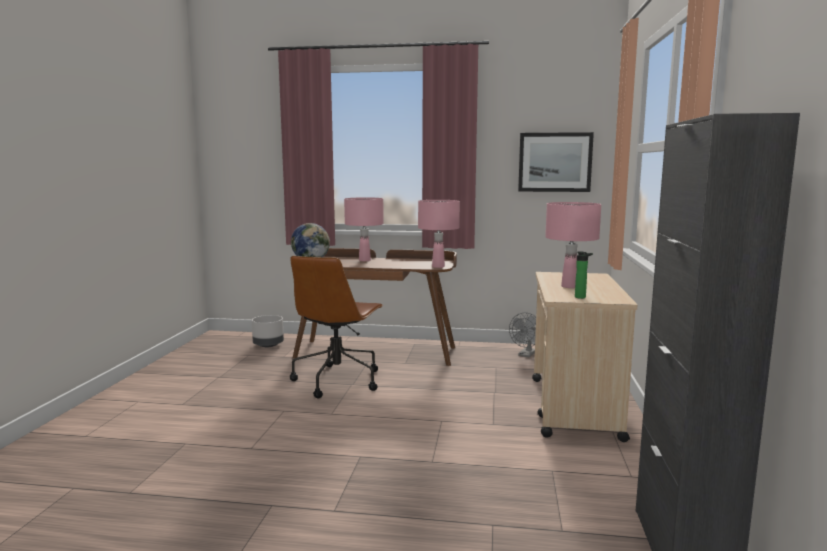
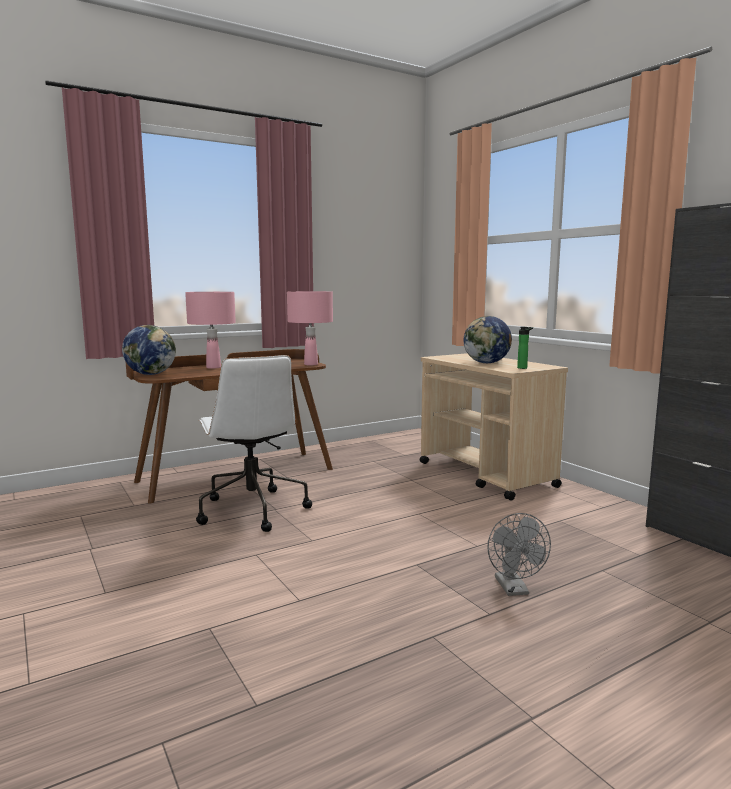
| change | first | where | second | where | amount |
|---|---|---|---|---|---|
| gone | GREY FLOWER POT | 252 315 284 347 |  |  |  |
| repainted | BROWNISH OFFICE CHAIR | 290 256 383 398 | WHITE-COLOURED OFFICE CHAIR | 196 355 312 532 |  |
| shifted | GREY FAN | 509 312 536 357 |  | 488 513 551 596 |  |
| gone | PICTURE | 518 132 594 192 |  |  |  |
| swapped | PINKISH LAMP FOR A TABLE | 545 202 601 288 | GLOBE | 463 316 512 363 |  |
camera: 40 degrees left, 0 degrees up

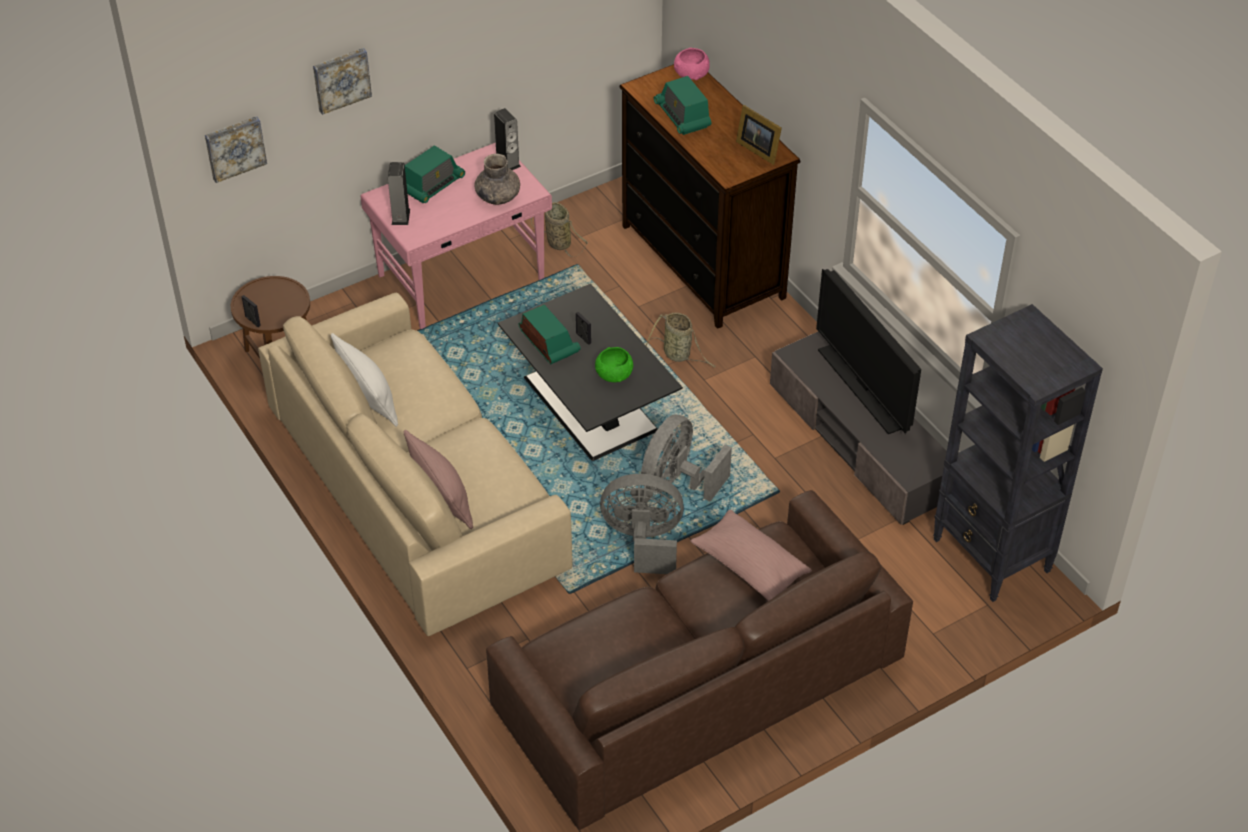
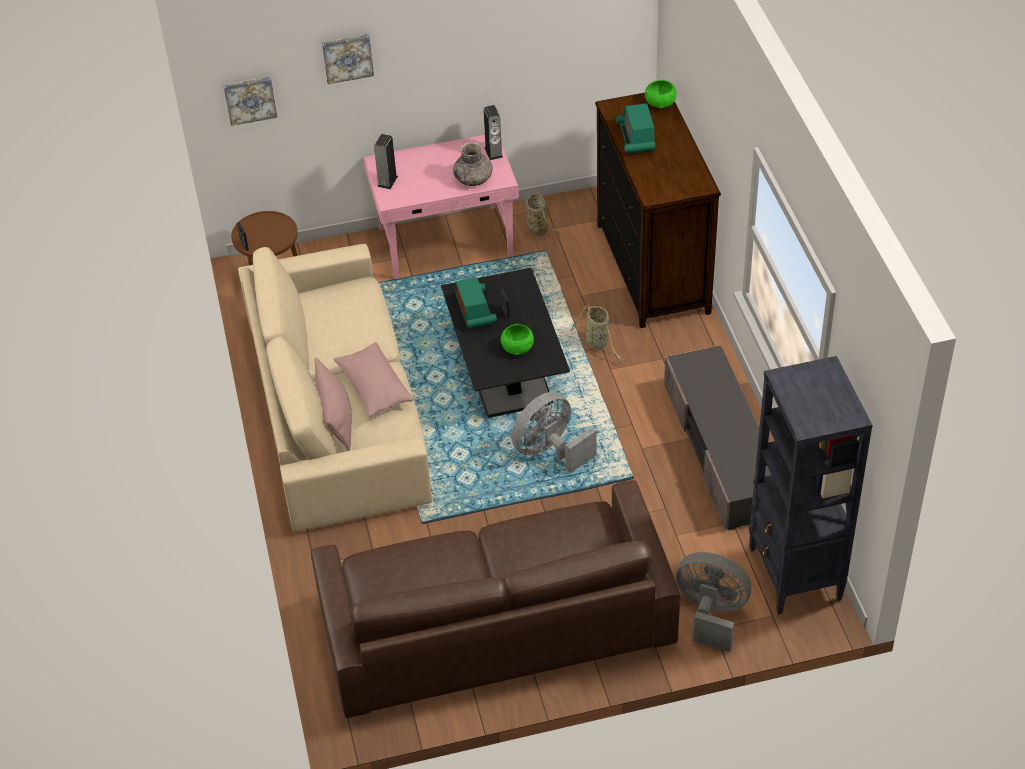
| change | first | where | second | where | amount |
|---|---|---|---|---|---|
| gone | WHITE-COLOURED CUSHION | 331 333 398 427 |  |  |  |
| gone | RADIO SET | 405 145 465 203 |  |  |  |
| shifted | GREY FAN | 600 474 684 574 |  | 676 552 751 652 |  |
| repainted | PINKISH SERVING BOWL | 674 48 710 80 | GREEN SERVING BOWL | 645 79 677 109 |  |
| shifted | PINKISH CUSHION | 690 509 812 601 |  | 334 342 414 417 |  |
| gone | PICTURE FRAME | 736 105 782 165 |  |  |  |
| gone | TELEVISION | 816 269 921 434 |  |  |  |
camera: 20 degrees right, 0 degrees up

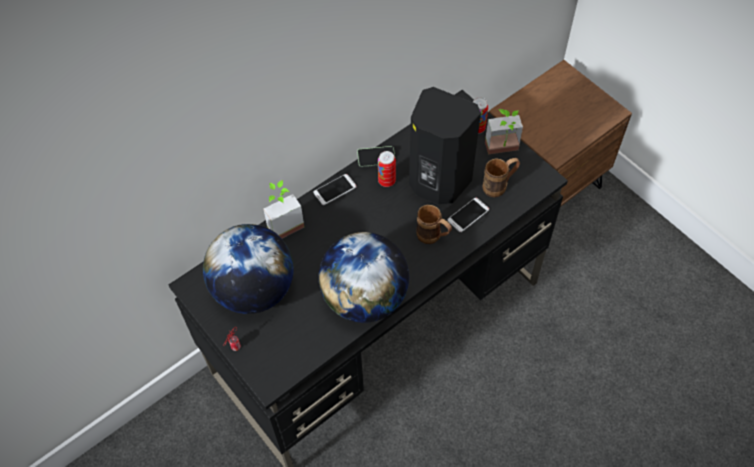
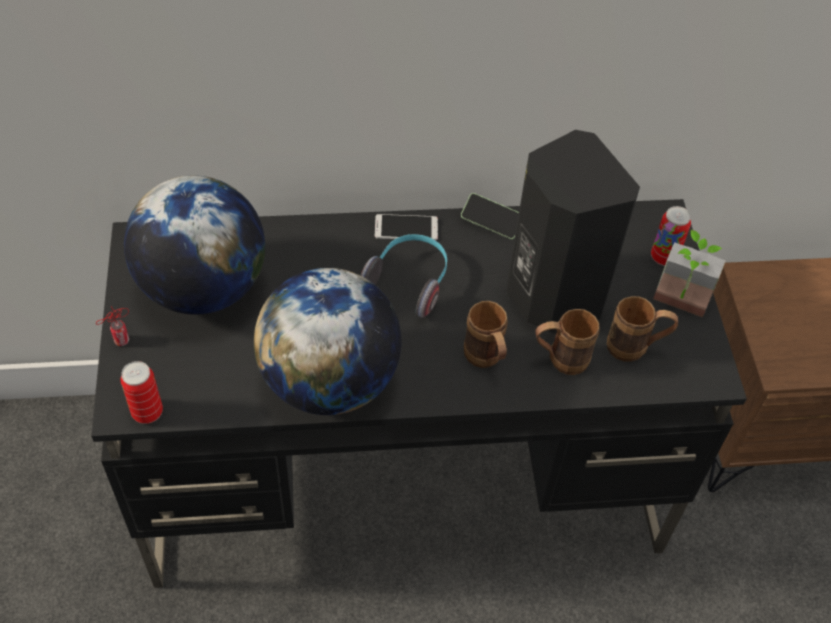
| change | first | where | second | where | amount |
|---|---|---|---|---|---|
| gone | HOUSEPLANT | 263 180 304 238 |  |  |  |
| shifted | SEALED CAN | 378 151 396 187 |  | 121 361 163 424 |  |
| swapped | HANDSET | 447 198 489 232 | BROWNISH COFFEE MUG | 535 309 600 375 |  |
| new |  |  | HEADSET | 360 234 447 318 |  |
camera: 30 degrees right, 5 degrees down

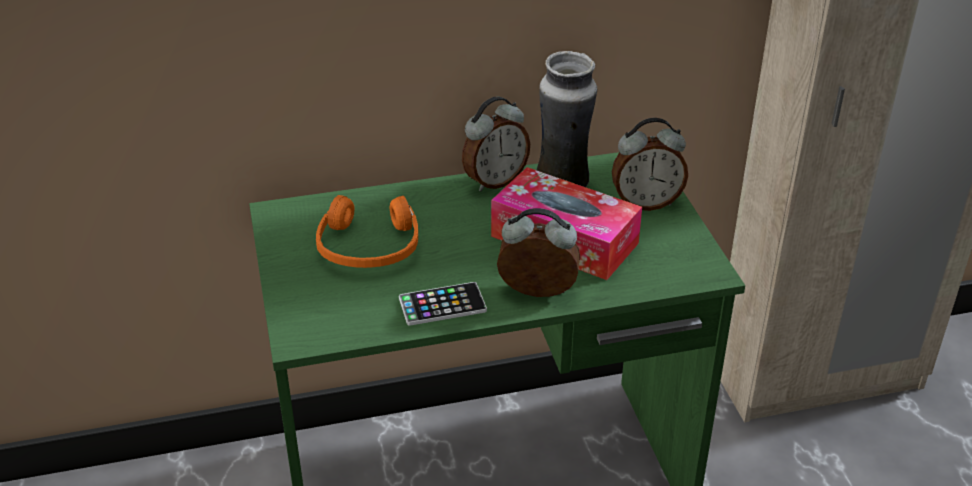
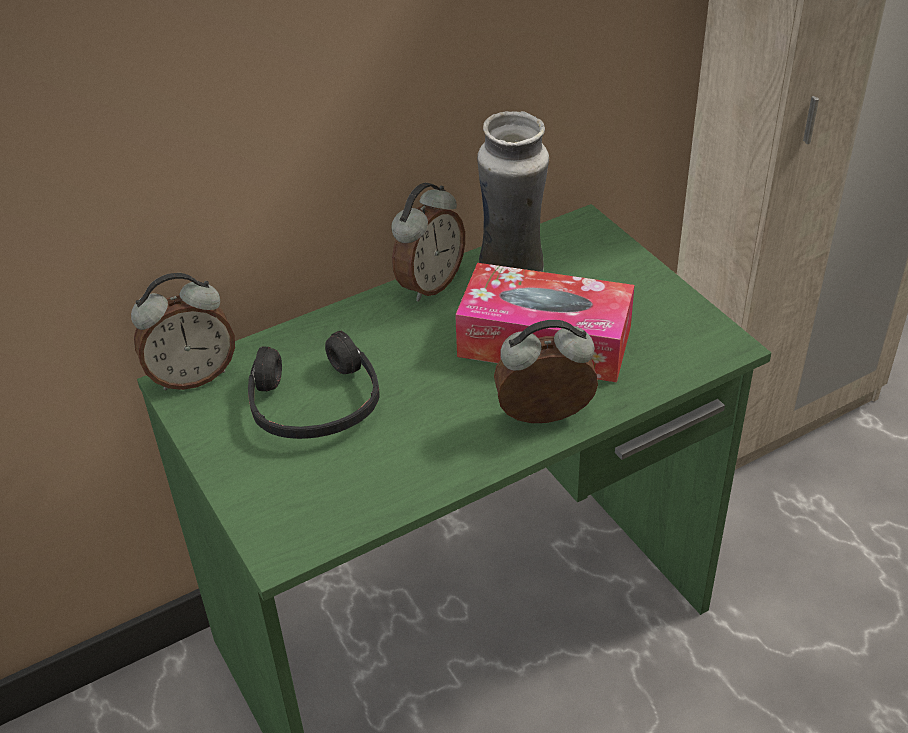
| change | first | where | second | where | amount |
|---|---|---|---|---|---|
| repainted | ORANGE-COLOURED HEADSET | 316 195 418 268 | BLACK-COLOURED HEADSET | 248 331 380 439 |  |
| gone | HANDSET | 399 282 487 326 |  |  |  |
| shifted | TABLE CLOCK | 612 118 688 211 |  | 131 273 235 391 |  |
camera: 15 degrees left, 5 degrees up

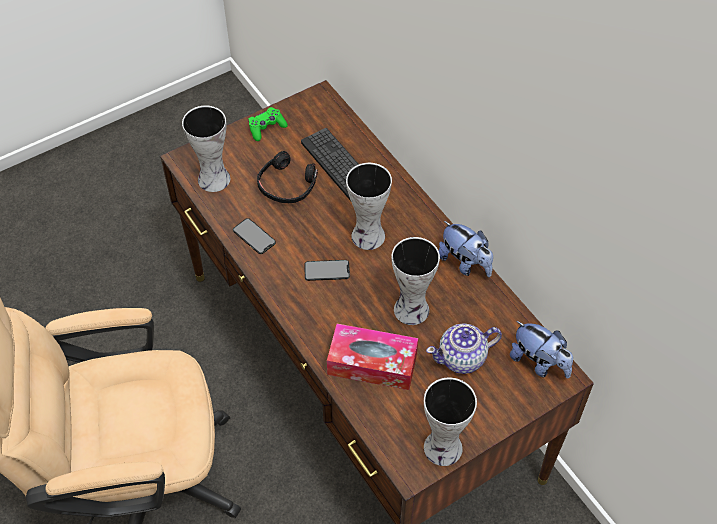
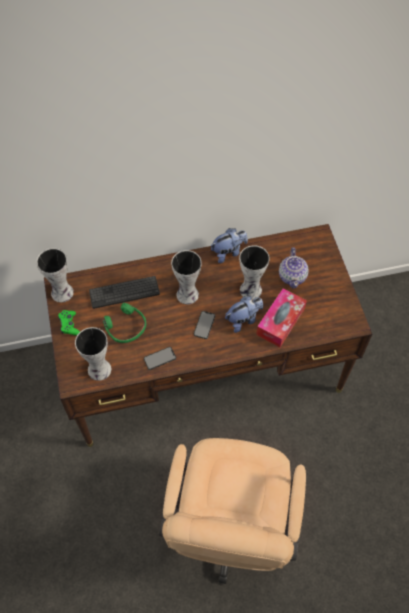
| change | first | where | second | where | amount |
|---|---|---|---|---|---|
| repainted | BLACK-COLOURED HEADSET | 257 151 318 203 | GREEN HEADSET | 103 303 146 343 |  |
| shifted | DECORATIVE VASE | 424 378 477 466 |  | 36 248 74 303 |  |
| shifted | SOFT TOY | 510 321 573 379 |  | 225 296 263 333 |  |
camera: 70 degrees left, 5 degrees up

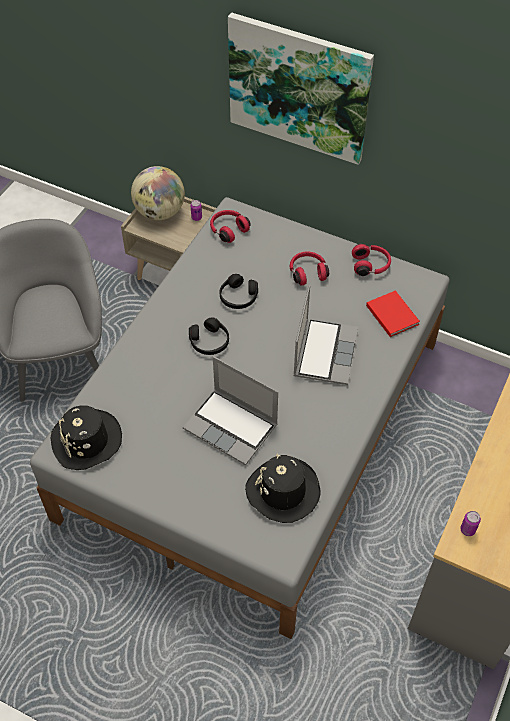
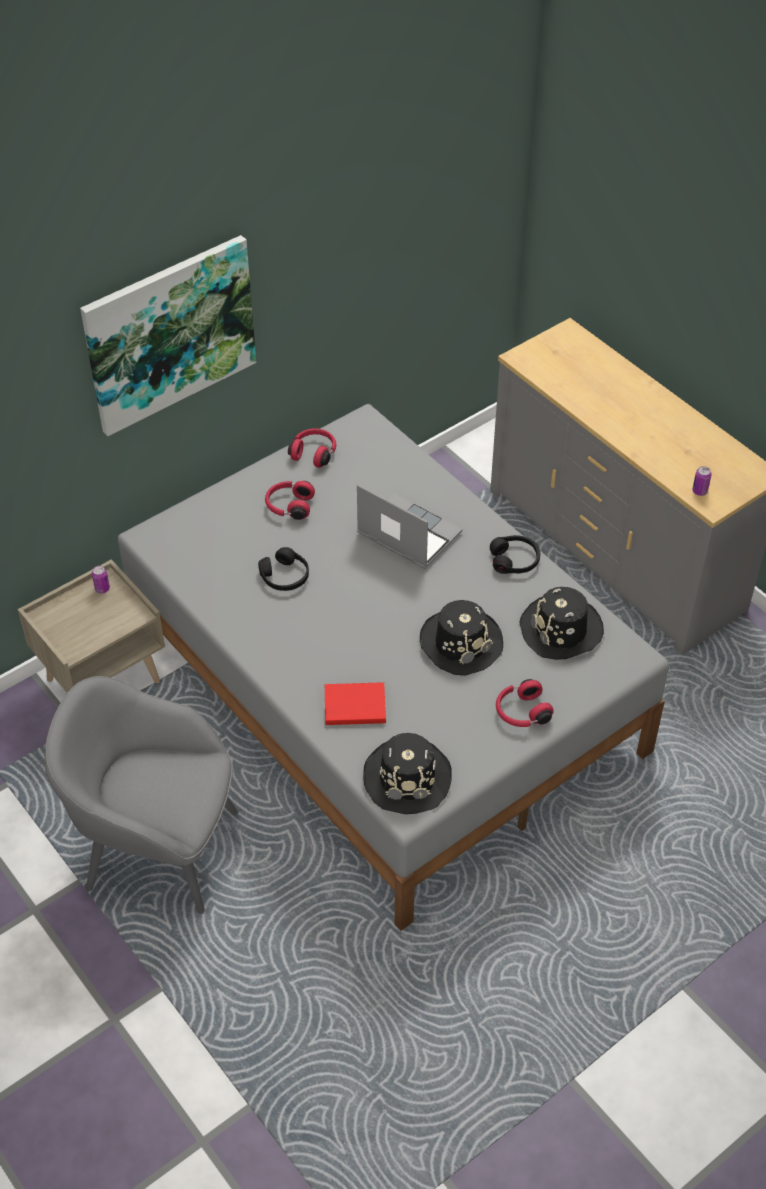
| change | first | where | second | where | amount |
|---|---|---|---|---|---|
| gone | GLOBE | 131 166 185 220 |  |  |  |
| swapped | LAPTOP | 183 356 278 465 | BLACK-COLOURED HAT | 420 600 503 676 |  |
| shifted | BLACK-COLOURED HEADSET | 189 317 229 355 |  | 490 535 540 574 |  |
| shifted | REDDISH HEADSET | 210 210 251 243 |  | 496 679 554 727 |  |
| shifted | REDDISH BOOK | 366 290 420 337 |  | 325 682 386 725 |  |
camera: 65 degrees left, 5 degrees down

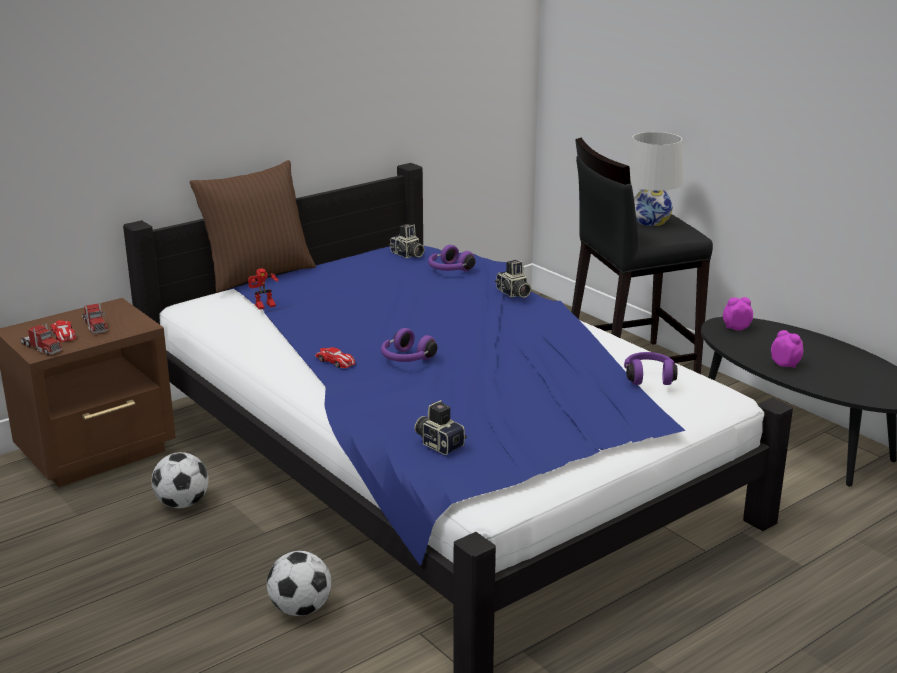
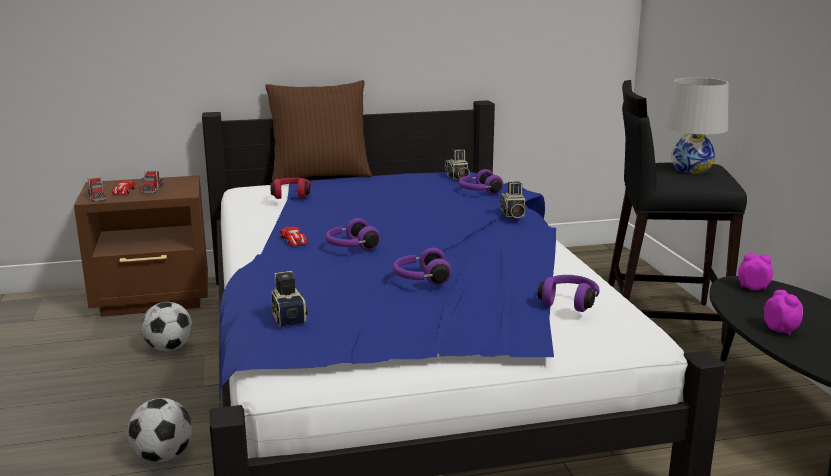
| change | first | where | second | where | amount |
|---|---|---|---|---|---|
| swapped | TOY ROBOT | 248 268 278 310 | REDDISH HEADSET | 270 178 311 199 |  |
| new |  |  | PURPLISH HEADSET | 393 248 452 285 |  |
camera: 25 degrees right, 5 degrees down

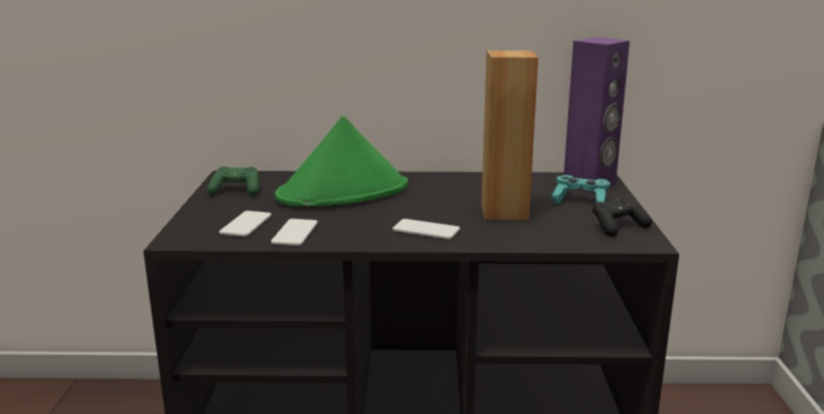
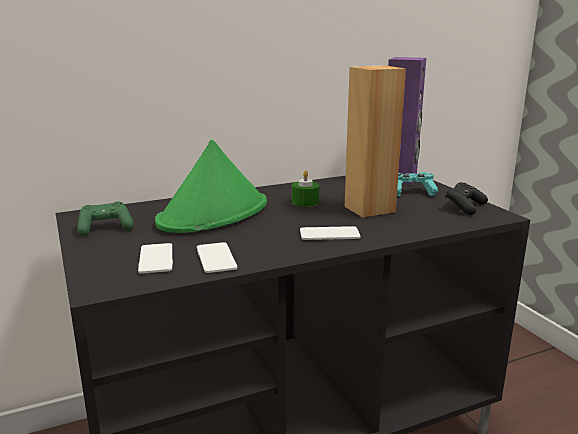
| change | first | where | second | where | amount |
|---|---|---|---|---|---|
| new |  |  | GREEN WAX LIGHT | 292 170 319 207 |  |
camera: 25 degrees left, 0 degrees up

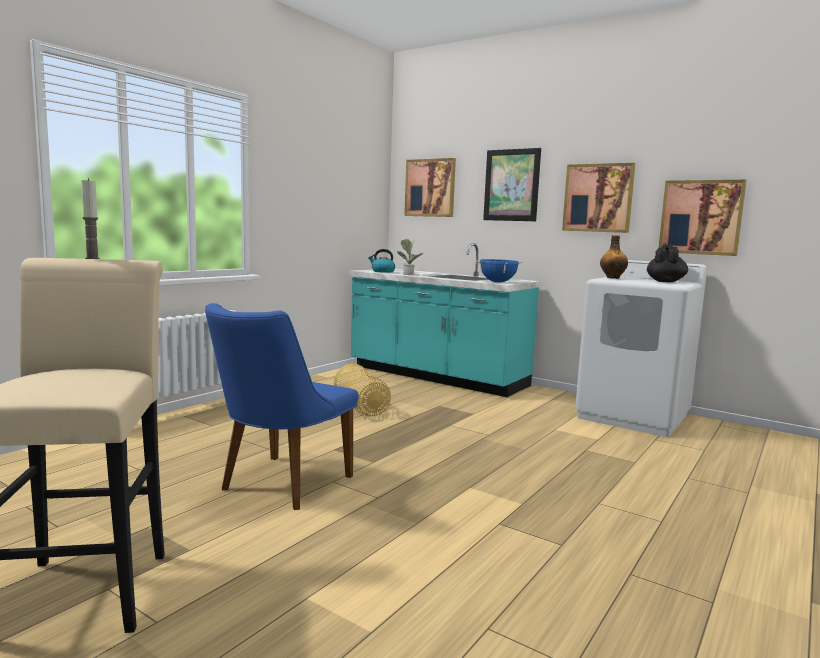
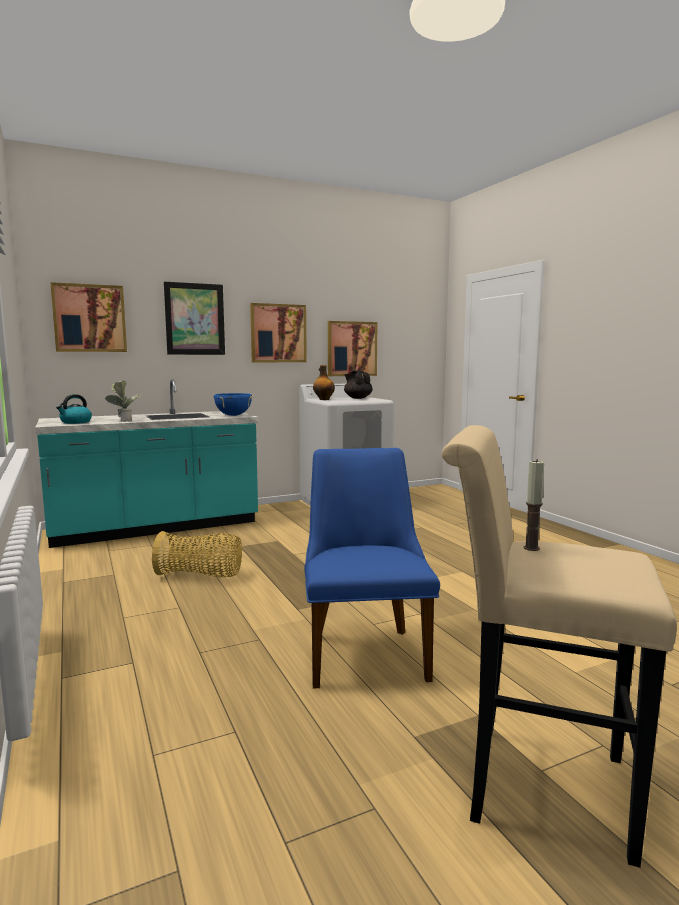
| change | first | where | second | where | amount |
|---|---|---|---|---|---|
| shifted | WAX LIGHT | 81 178 100 259 |  | 523 459 544 551 |  |
| rotated | BLUE PLAIN CHAIR | 205 303 359 510 |  | 304 448 440 689 | 150 degrees counterclockwise |
camera: 60 degrees left, 0 degrees up

